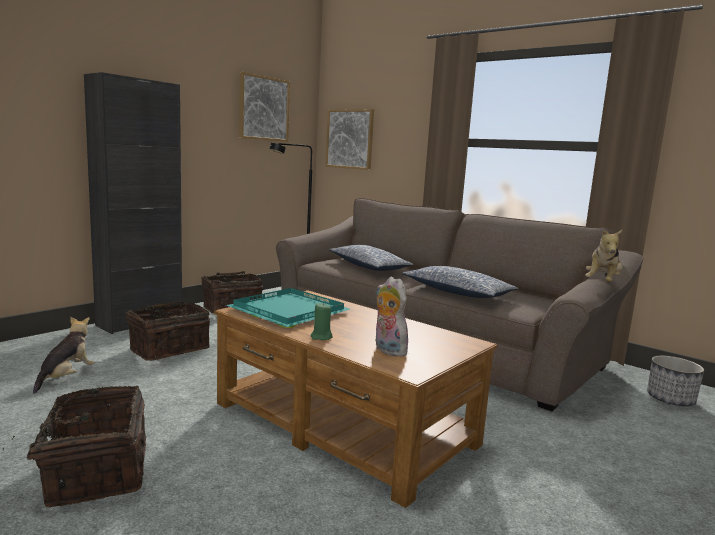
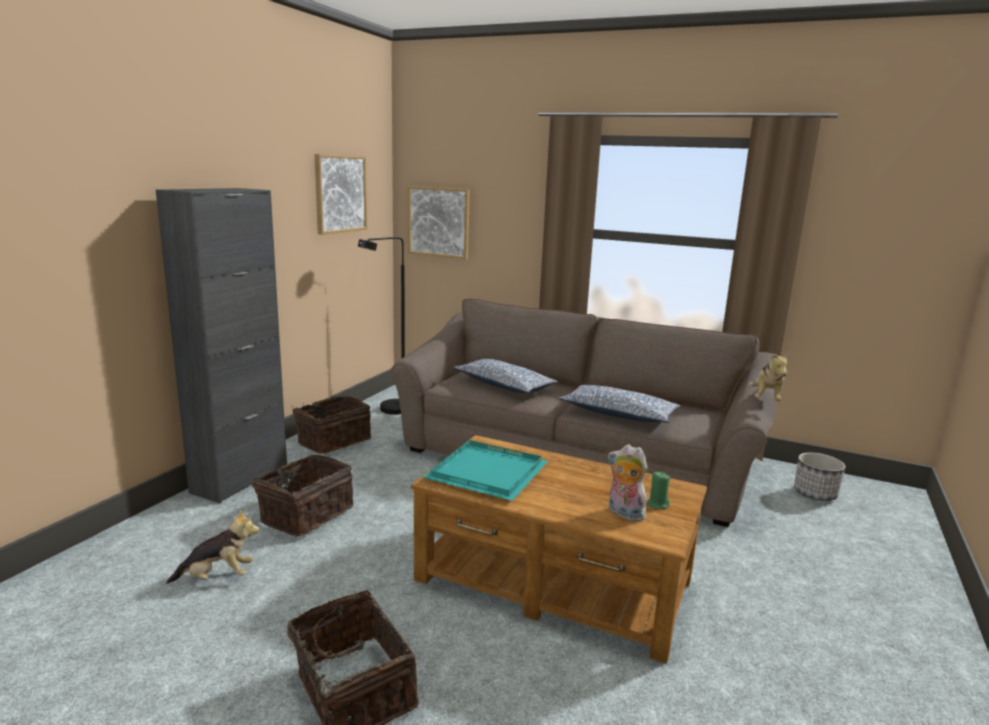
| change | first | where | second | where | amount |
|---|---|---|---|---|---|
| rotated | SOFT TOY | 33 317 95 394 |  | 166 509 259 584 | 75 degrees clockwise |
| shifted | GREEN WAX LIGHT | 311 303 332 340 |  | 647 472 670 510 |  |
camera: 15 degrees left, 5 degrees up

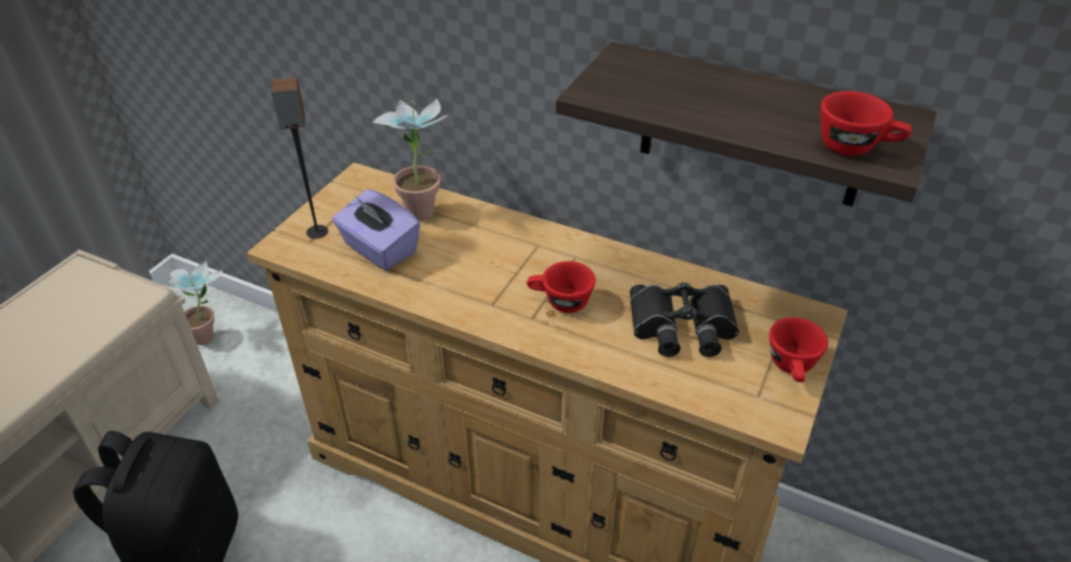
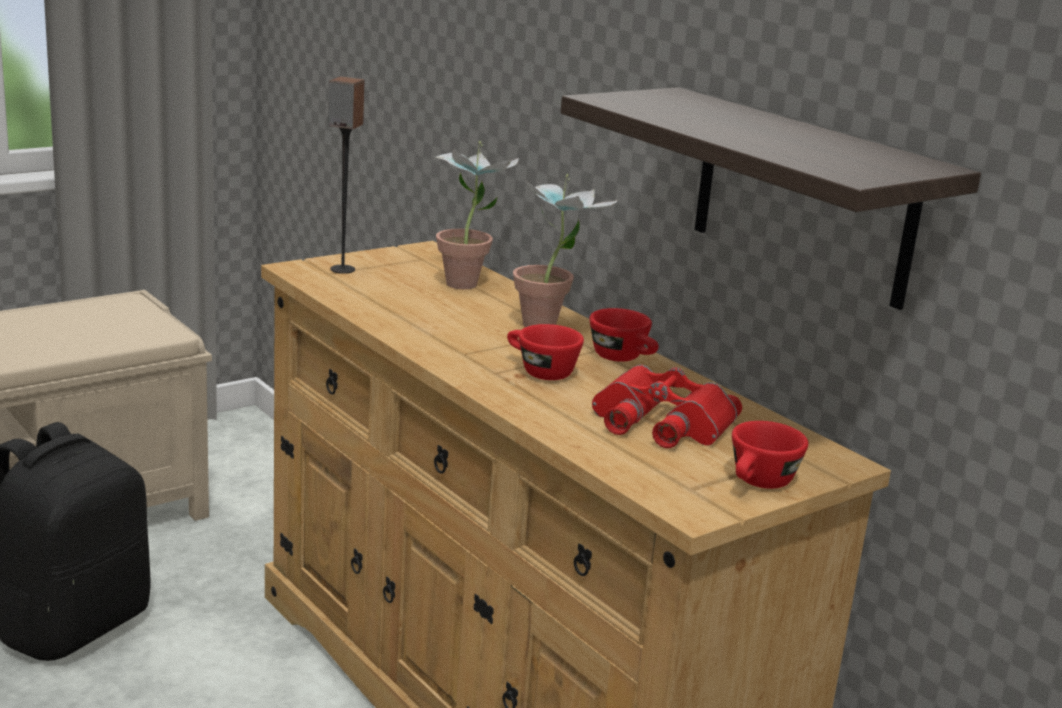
| change | first | where | second | where | amount |
|---|---|---|---|---|---|
| shifted | HOUSEPLANT | 165 261 223 345 |  | 513 174 618 327 |  |
| gone | PURPLISH TISSUE HOLDER | 332 189 420 270 |  |  |  |
| repainted | BLACK-COLOURED BINOCULARS | 630 282 739 357 | REDDISH BINOCULARS | 592 364 742 448 |  |
| shifted | REDDISH SMALL CUP | 820 91 912 155 |  | 589 308 659 362 |  |
camera: 25 degrees right, 20 degrees down

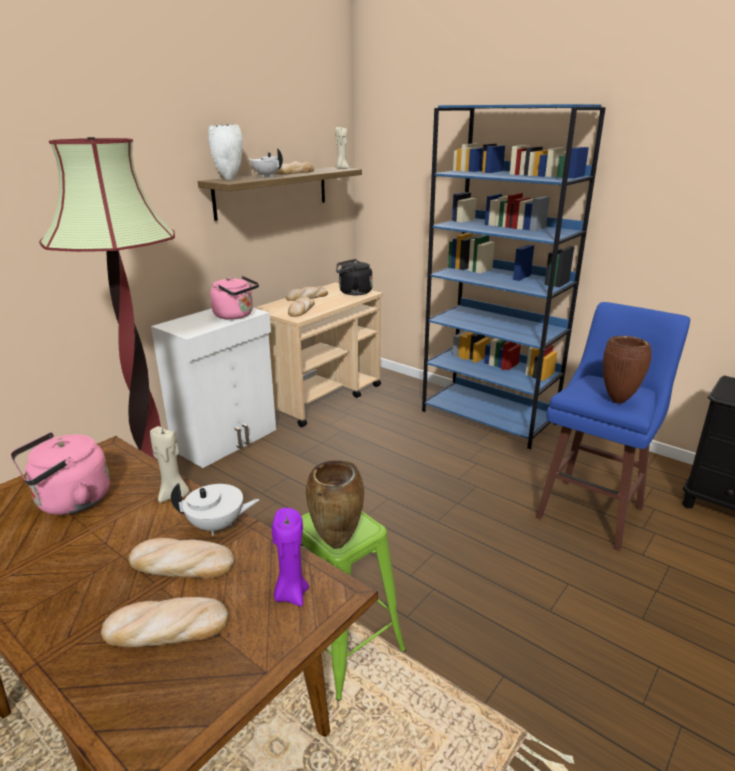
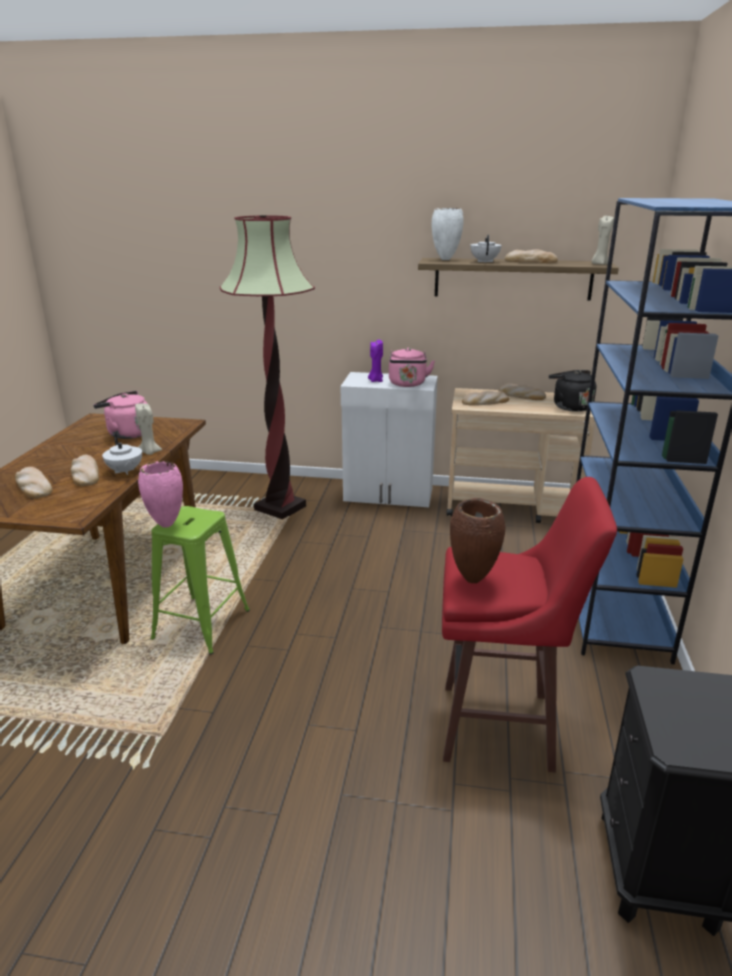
| change | first | where | second | where | amount |
|---|---|---|---|---|---|
| shifted | PURPLISH WAX LIGHT | 272 508 309 606 |  | 368 340 383 382 |  |
| repainted | BROWNISH DECORATIVE VASE | 306 460 364 549 | PINKISH DECORATIVE VASE | 138 461 183 528 |  |
| repainted | BLUE STOOL | 536 302 690 551 | REDDISH STOOL | 442 477 617 773 |  |
camera: 60 degrees right, 0 degrees up

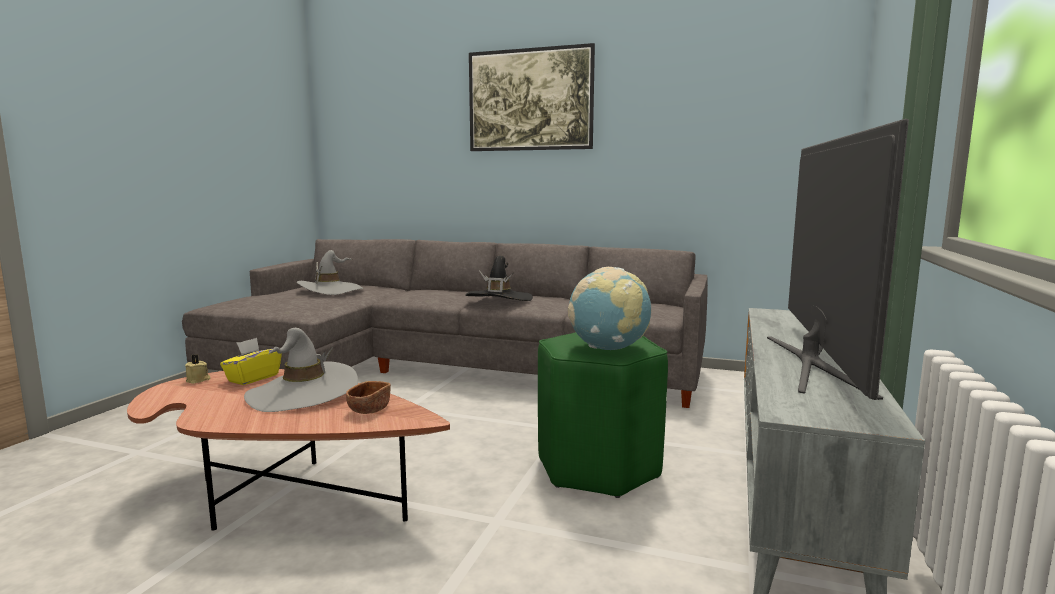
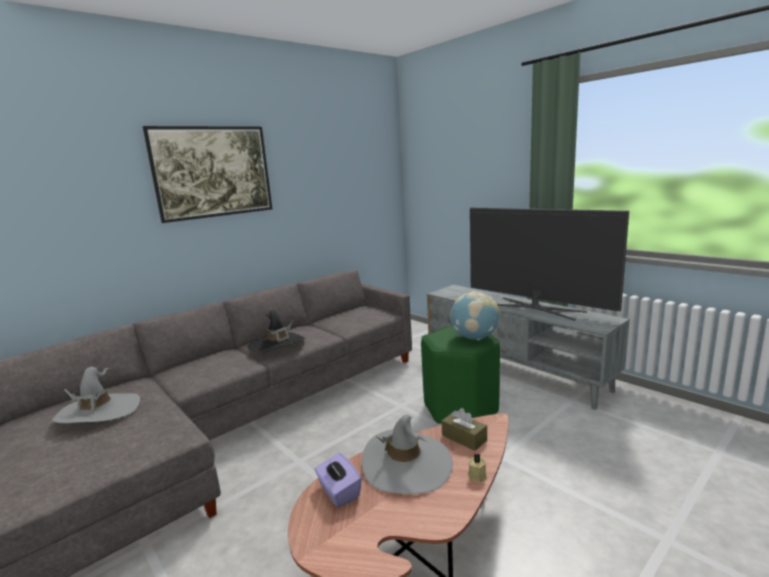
| change | first | where | second | where | amount |
|---|---|---|---|---|---|
| shifted | BEIGE WAX LIGHT | 185 354 210 384 |  | 468 453 487 482 |  |
| repainted | YELLOW TISSUE HOLDER | 220 338 282 385 | PURPLISH TISSUE HOLDER | 315 453 362 507 |  |
| swapped | BROWNISH SERVING BOWL | 346 381 391 414 | BROWNISH TISSUE HOLDER | 441 408 487 451 |  |
camera: 60 degrees left, 5 degrees up

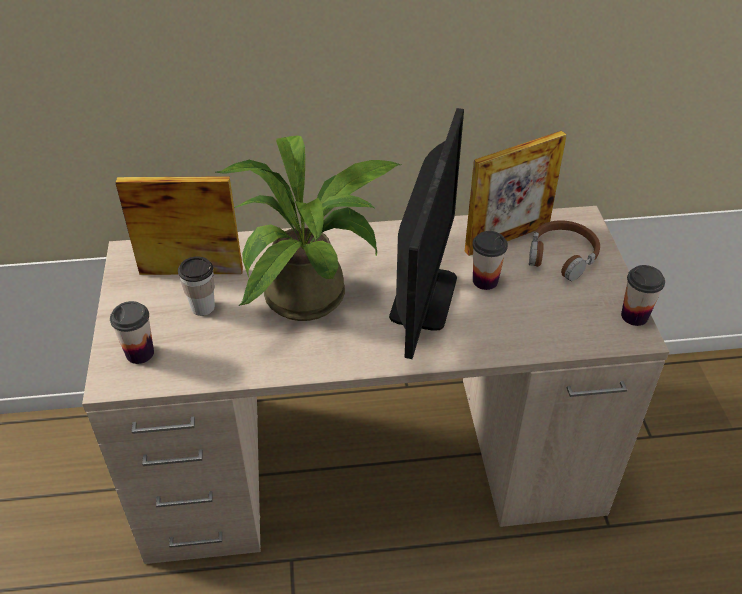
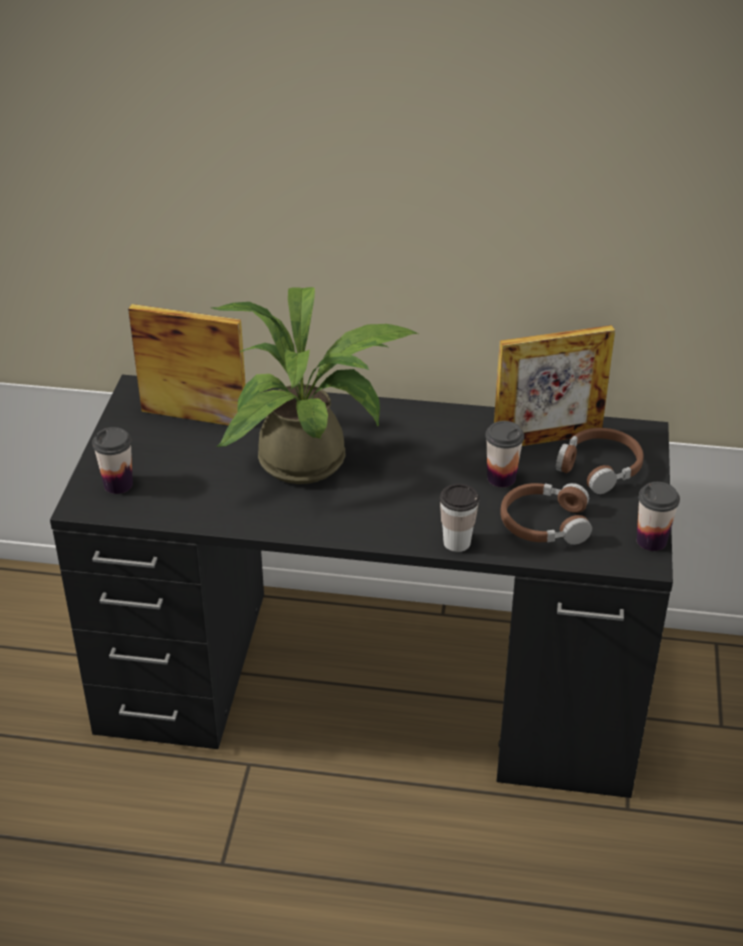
| change | first | where | second | where | amount |
|---|---|---|---|---|---|
| repainted | BEIGE DESK UNIT | 82 206 669 564 | BLACK-COLOURED DESK UNIT | 50 375 673 798 |  |
| shifted | SMALL CUP | 178 256 215 316 |  | 440 484 479 552 |  |
| gone | COMPUTER SCREEN | 389 108 464 359 |  |  |  |
| new |  |  | BROWNISH HEADSET | 500 483 592 545 |  |
camera: 15 degrees right, 5 degrees down

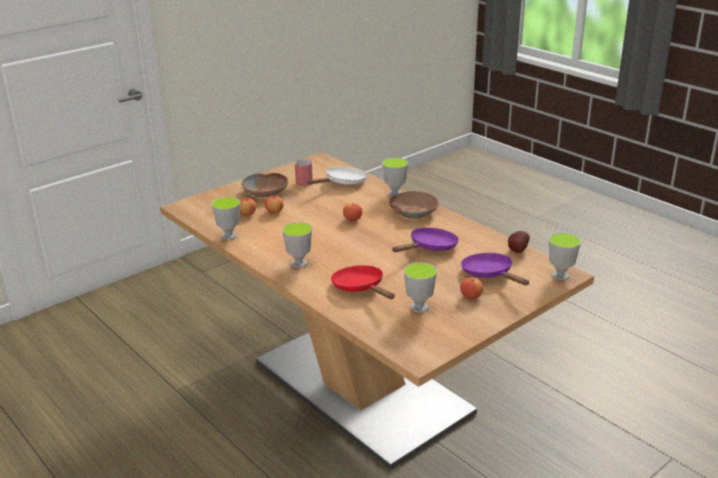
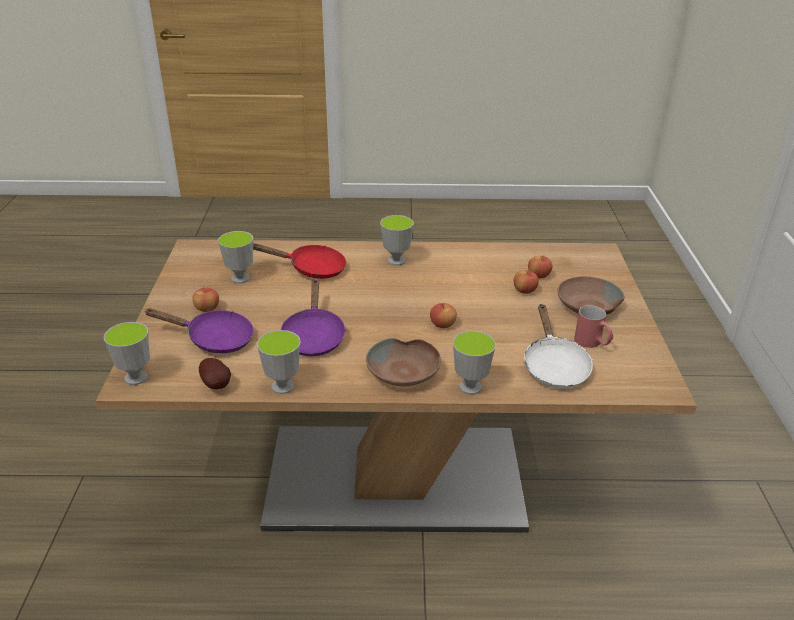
| change | first | where | second | where | amount |
|---|---|---|---|---|---|
| shifted | SMALL CUP | 211 197 240 240 |  | 257 330 301 394 |  |
camera: 130 degrees right, 5 degrees up

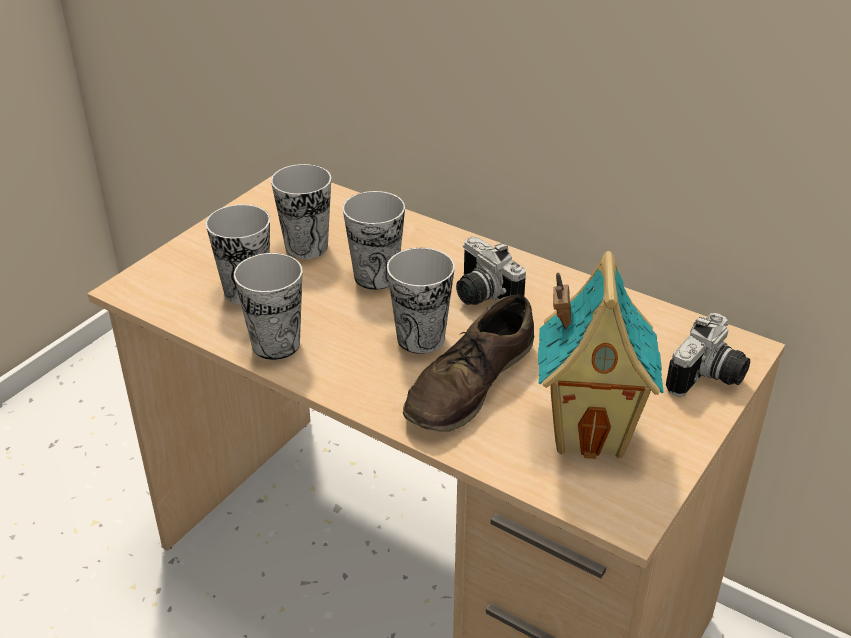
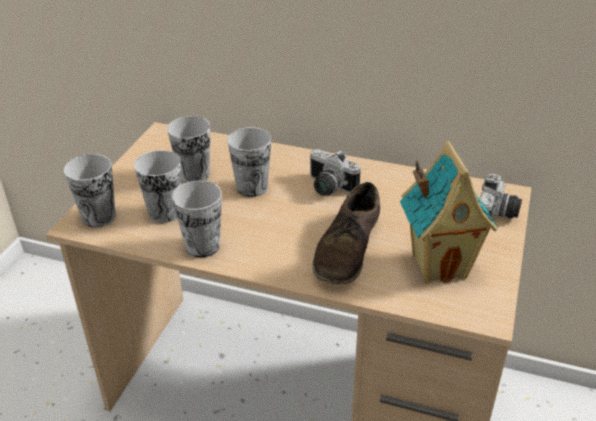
| change | first | where | second | where | amount |
|---|---|---|---|---|---|
| shifted | SMALL CUP | 387 248 455 354 |  | 64 154 116 227 |  |
camera: 15 degrees left, 0 degrees up

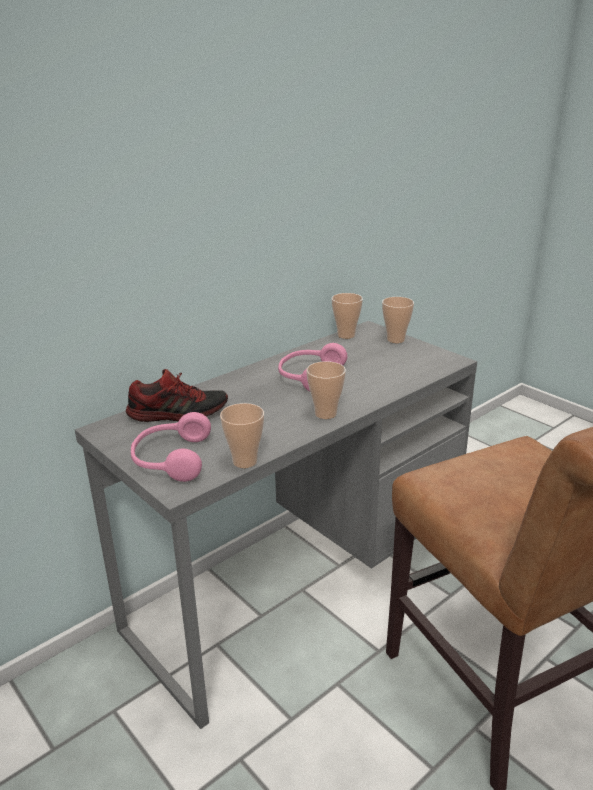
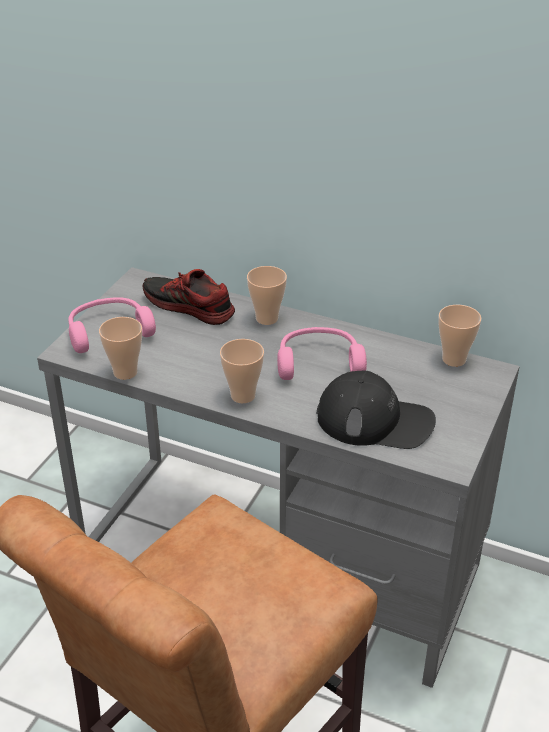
| change | first | where | second | where | amount |
|---|---|---|---|---|---|
| rotated | ITEM OF FOOTWEAR | 126 369 228 422 |  | 143 269 235 325 | 150 degrees clockwise |
| shifted | SMALL CUP | 382 297 414 343 |  | 247 266 287 325 |  |
| new |  |  | BLACK-COLOURED BASEBALL CAP | 317 371 436 449 |  |
camera: 65 degrees right, 10 degrees up

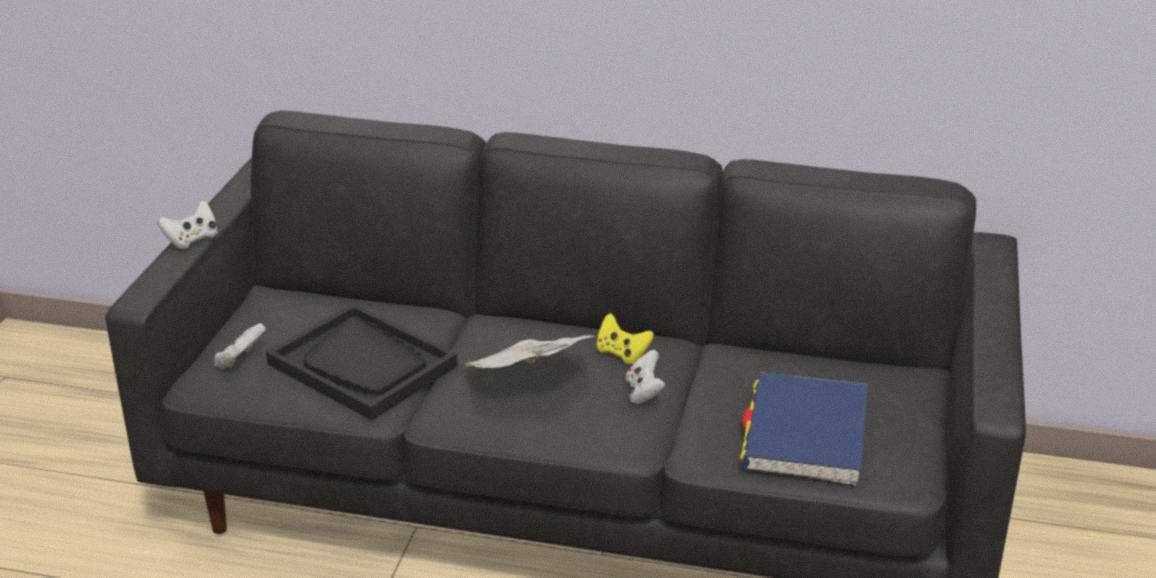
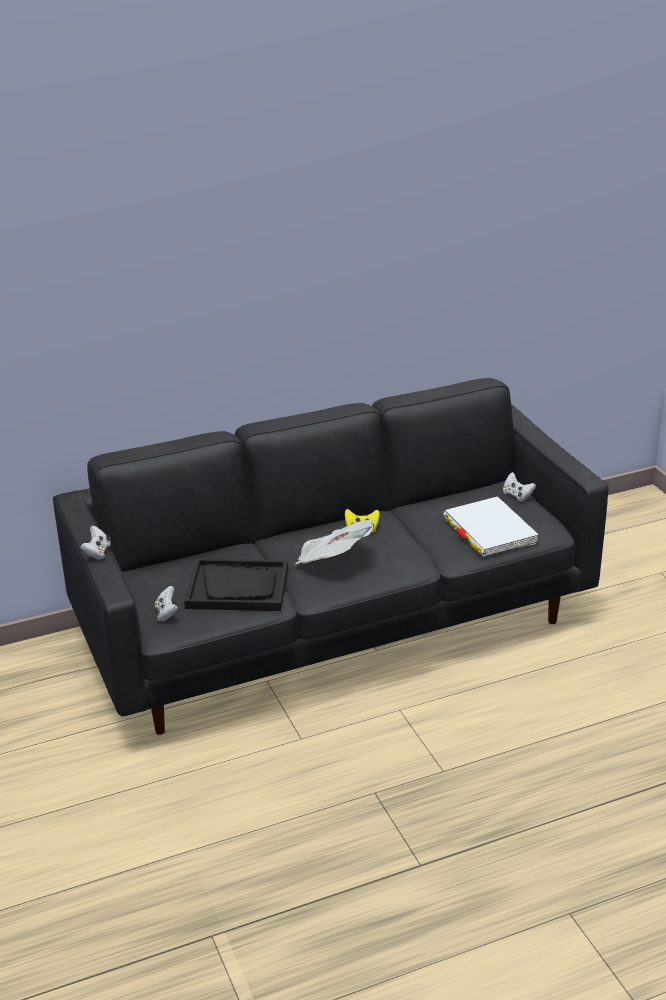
| change | first | where | second | where | amount |
|---|---|---|---|---|---|
| shifted | WHITE-COLOURED GAMEPAD | 626 350 665 404 |  | 503 472 536 502 |  |
| repainted | BLUE BOOK | 740 372 868 485 | WHITE-COLOURED BOOK | 443 496 539 557 |  |
camera: 35 degrees left, 0 degrees up

